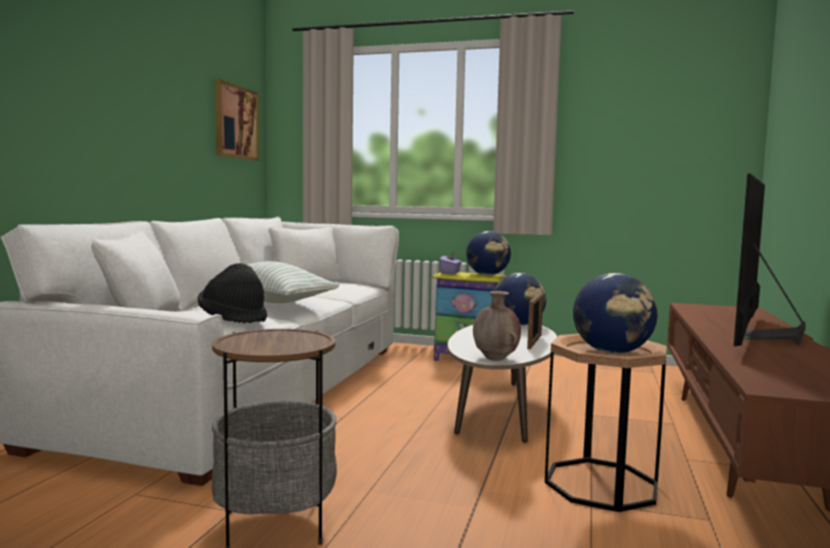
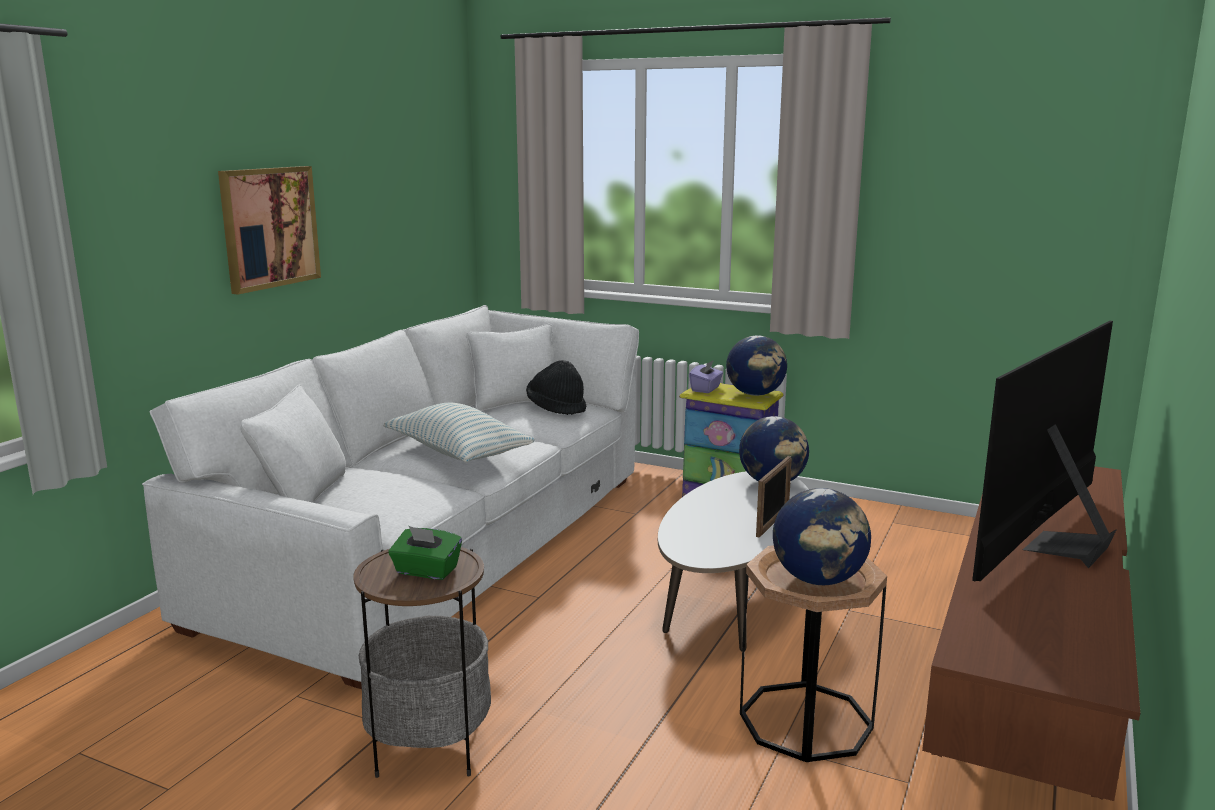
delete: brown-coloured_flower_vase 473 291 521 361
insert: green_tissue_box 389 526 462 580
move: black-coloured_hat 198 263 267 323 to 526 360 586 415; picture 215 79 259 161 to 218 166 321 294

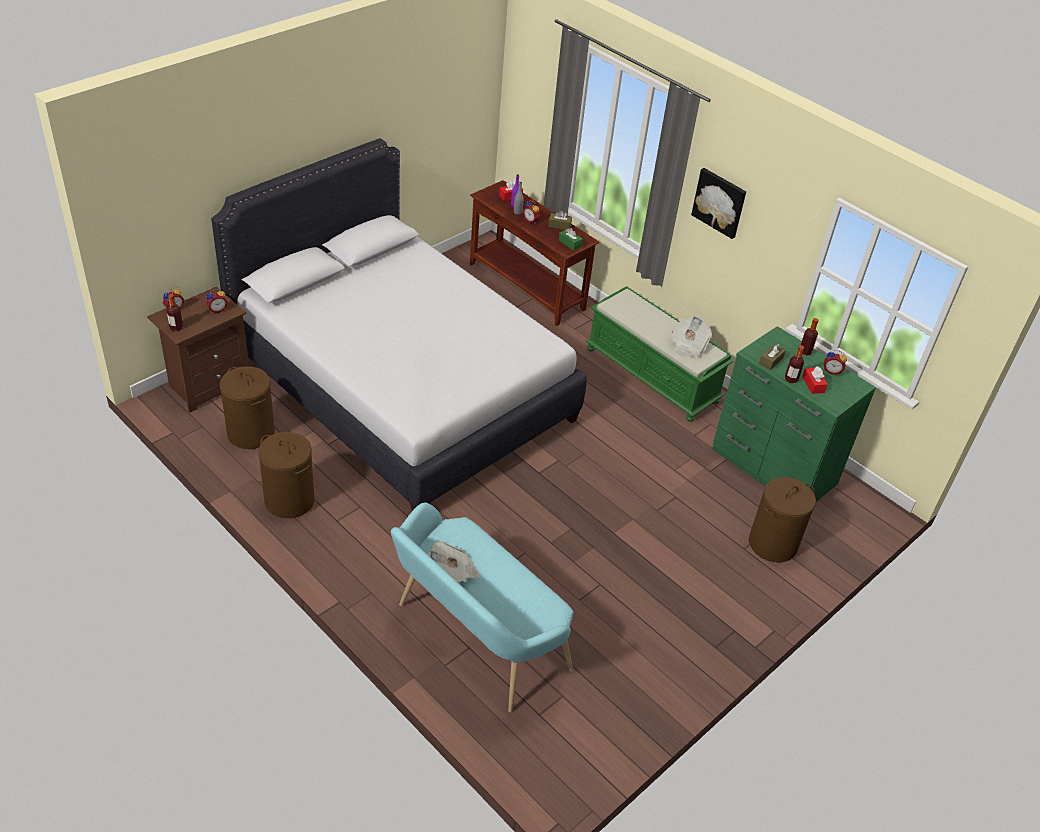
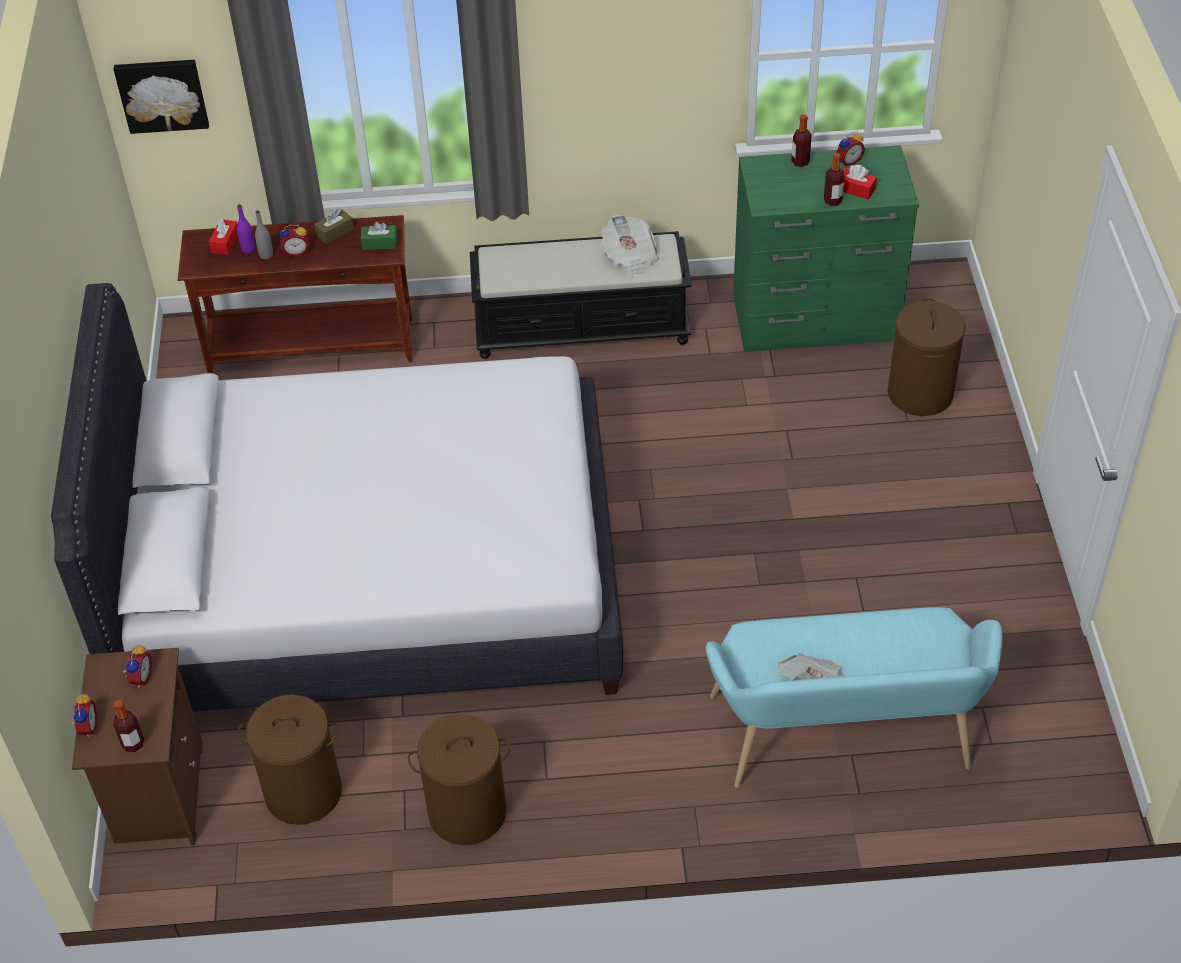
delete: brown-coloured_tissue_box 759 344 786 370
move: picture 691 168 746 239 to 114 60 209 134
recolor: green_long_seat 586 286 734 422 to black-coloured_long_seat 470 231 692 359

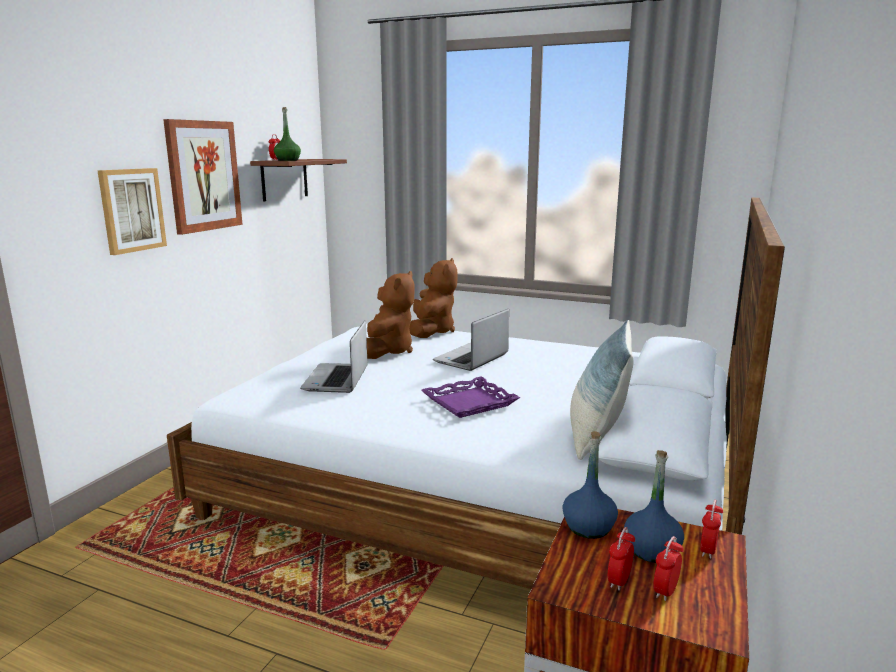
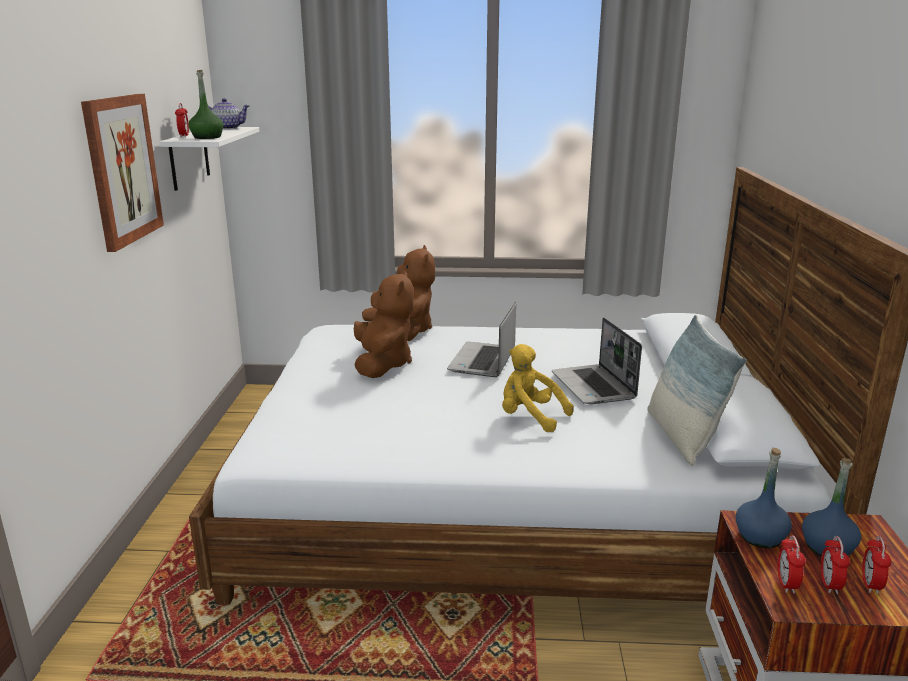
delete: picture 97 168 167 255
insert: tea_pot 208 98 250 129
move: notebook_computer 300 320 367 393 to 552 318 642 405; bedside_clock 700 500 723 559 to 777 535 806 594
replace: purplish_carrying_tray 421 377 520 418 to yellow_plush_toy 502 344 574 433
recolor: brown-coloured_shelf 250 159 347 201 to white_shelf 160 127 259 191

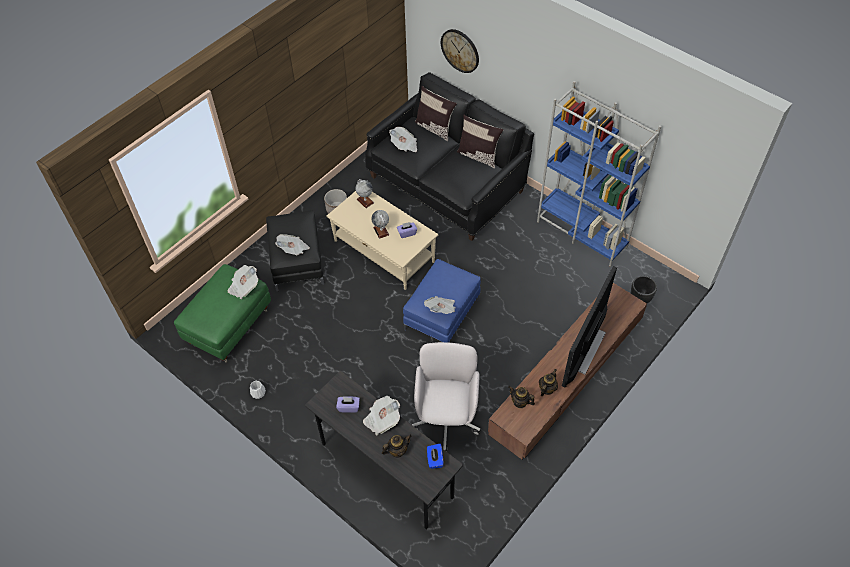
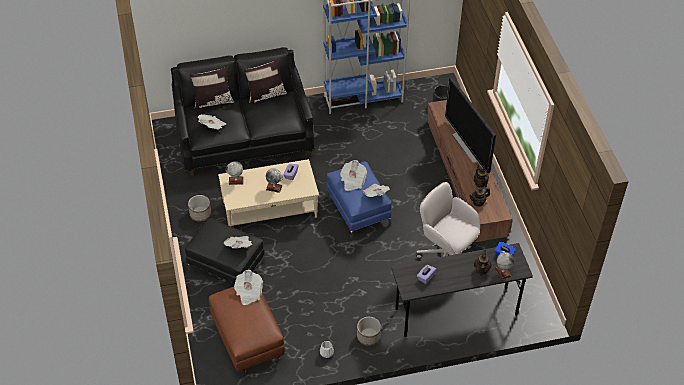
delete: wall_clock 441 29 479 73
insert: plant_pot 357 317 381 346; desk_globe 495 251 514 280
move: printed_paper 363 396 400 435 to 340 160 367 191
recolor: green_pouffe 174 264 271 363 to brown-coloured_pouffe 209 287 285 373

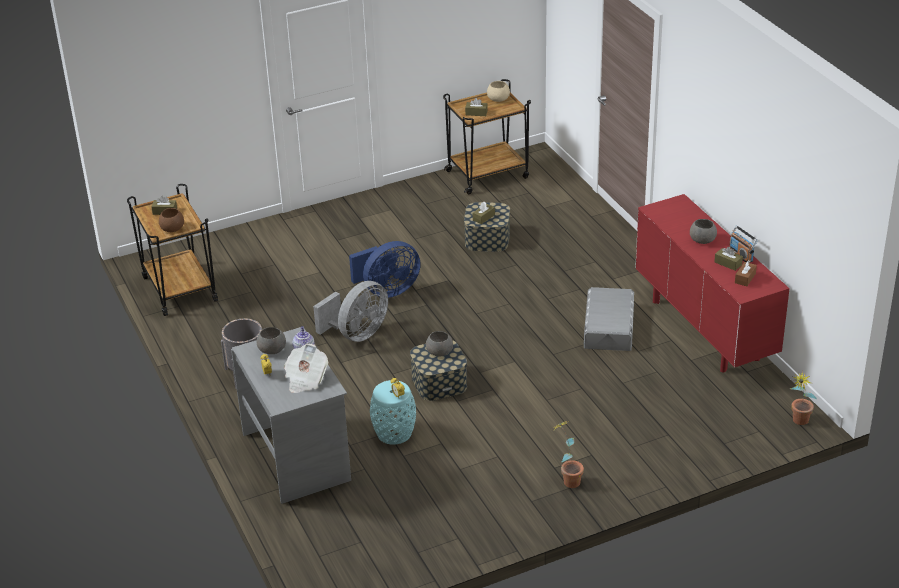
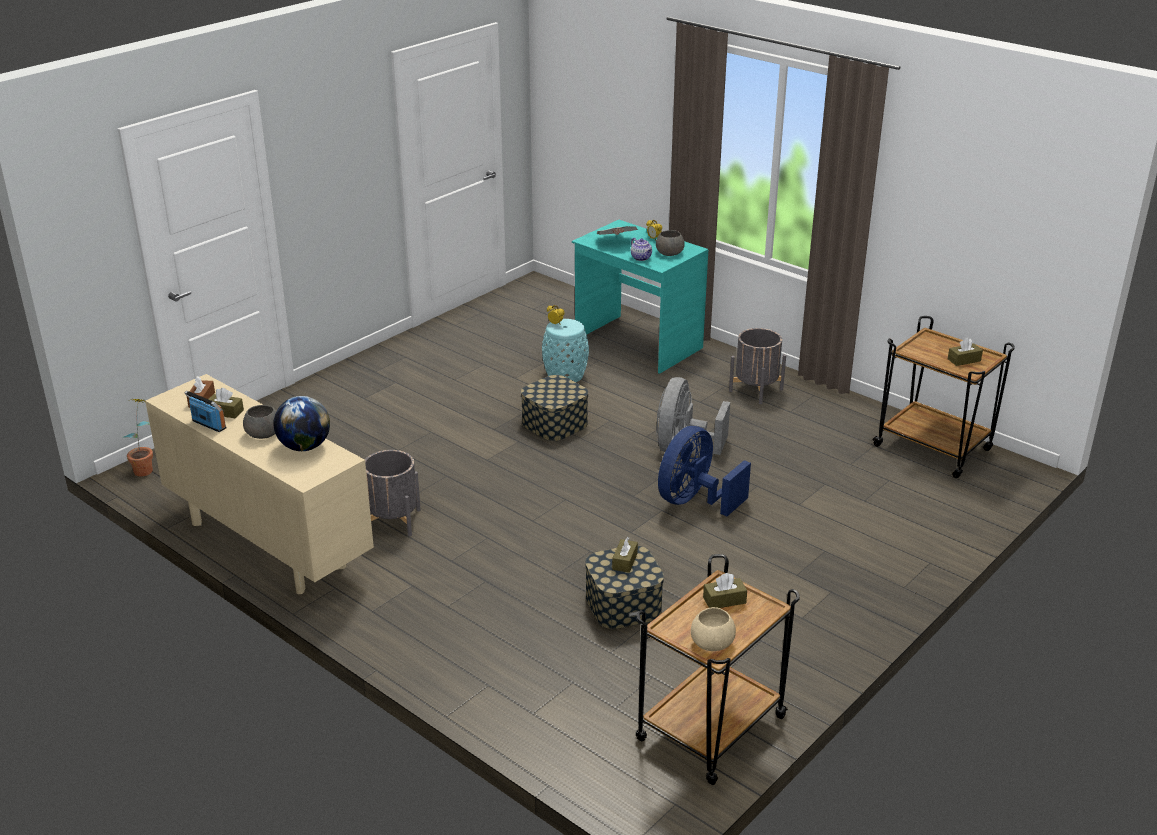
delete: brown-coloured_deep_dish 159 208 184 232; gray_deep_dish 426 331 453 356; plant_in_a_pot 555 421 584 488
insert: desk_globe 273 396 330 451
replace: gray_storage_box 584 287 634 351 to gray_plant_pot 365 450 421 536
recolor: gray_desk_unit 231 327 351 504 to turquoise-coloured_desk_unit 572 220 708 374; red_dresser 635 194 790 373 to beige_dresser 145 374 374 594

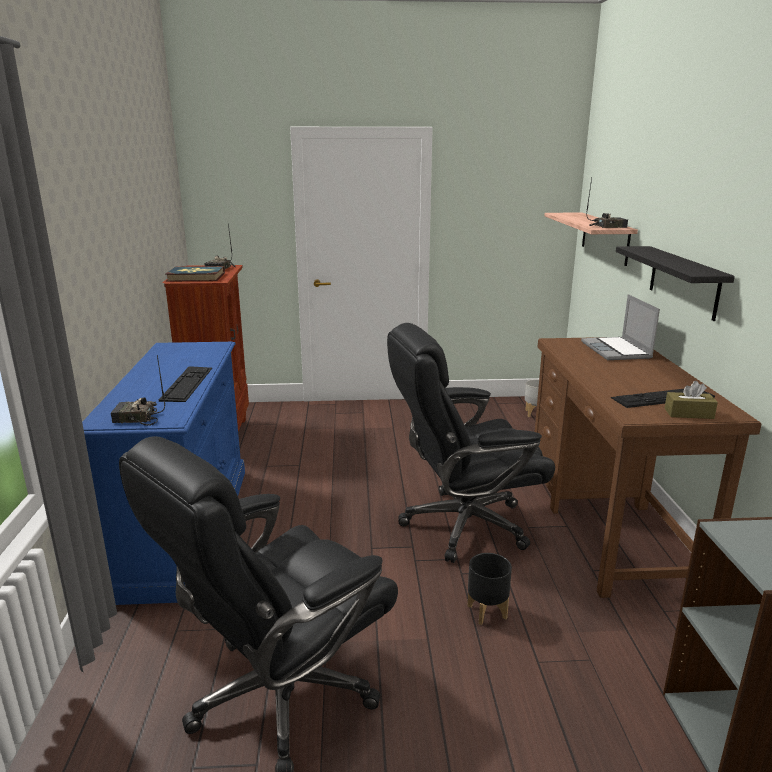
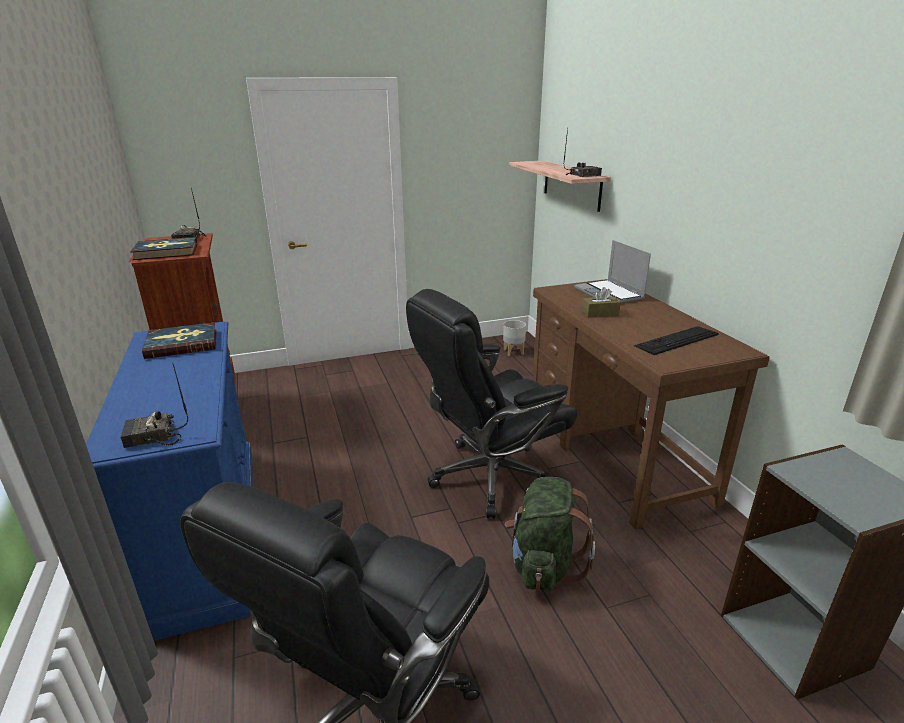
delete: PC_keyboard 159 366 212 402; black-coloured_shelf 616 246 735 321
insert: volume 142 322 217 359
move: brown-coloured_tissue_box 665 381 718 419 to 582 287 621 318
replace: black-coloured_plant_pot 467 553 512 625 to green_rucksack 505 477 595 591

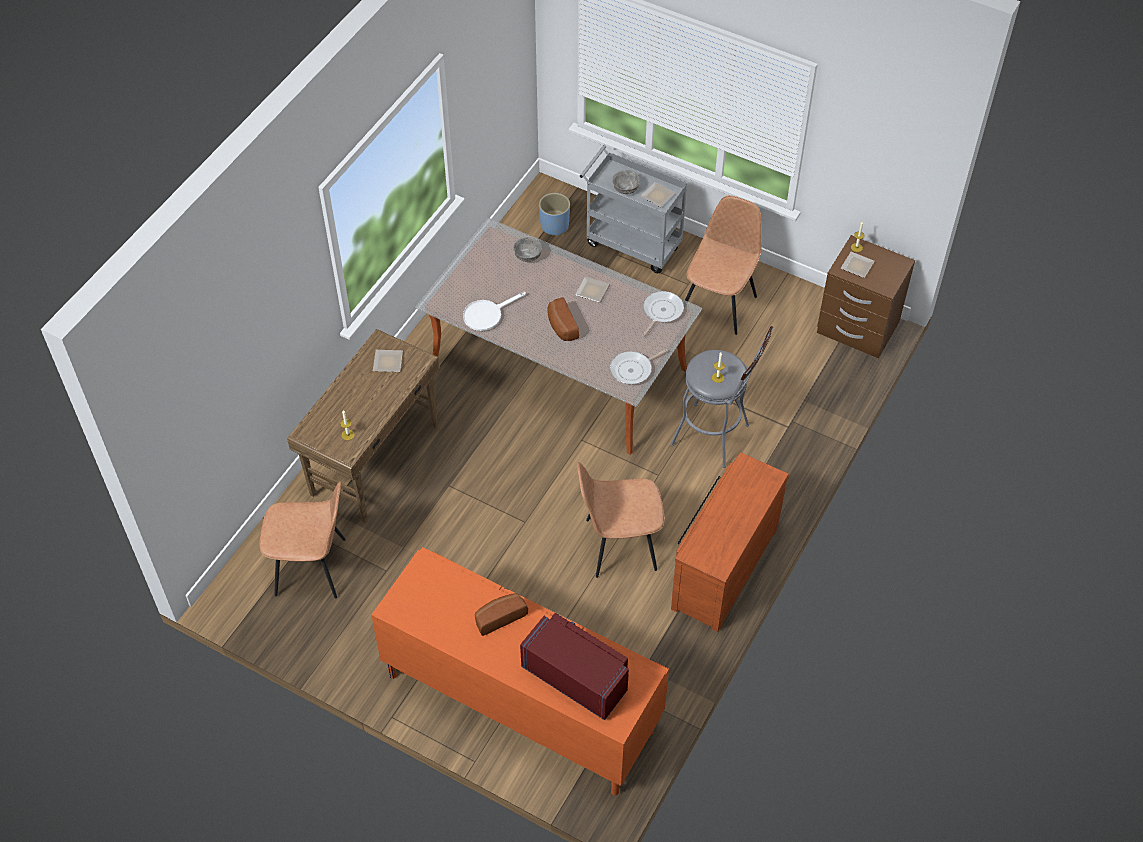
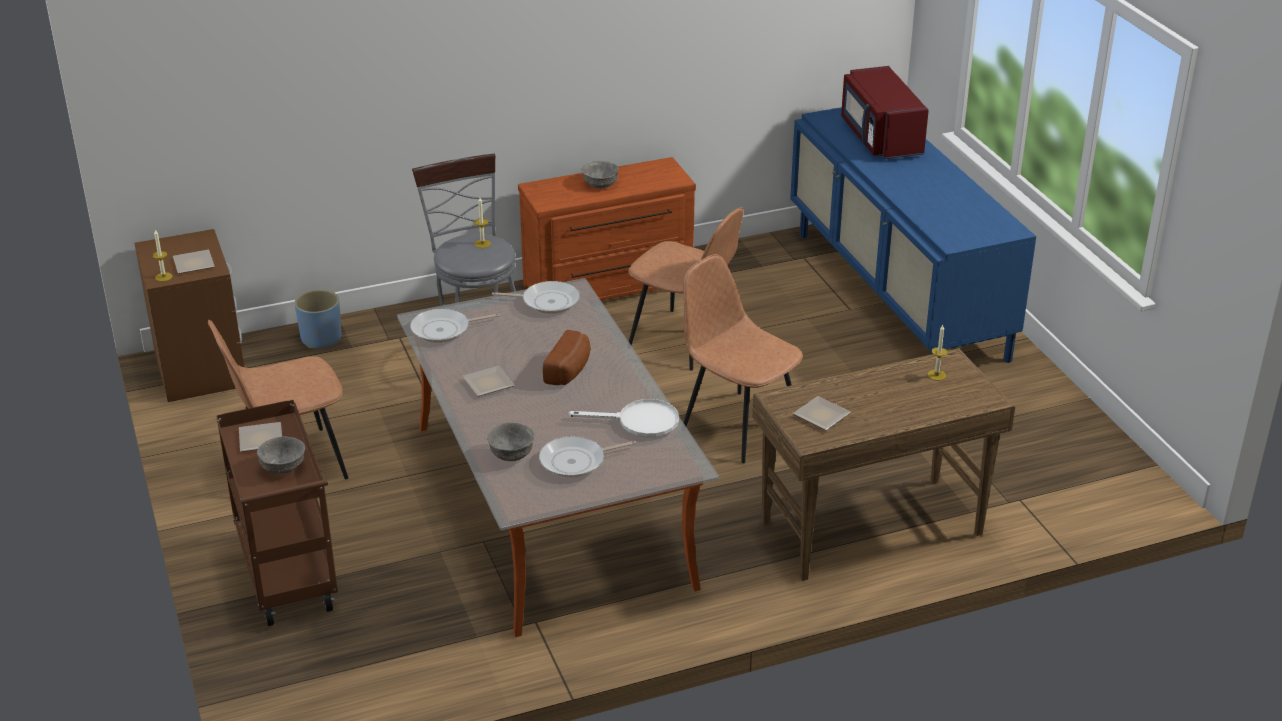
delete: bakery_bread 475 593 528 636
insert: frying_pan 539 436 636 478; gray_deep_dish 581 161 619 188
move: brown-coloured_upright_chair 260 481 346 599 to 683 254 803 463; blue-coloured_plant_pot 539 193 570 236 to 294 289 341 348
recolor: orangey_storage_cabinet 371 547 669 796 to blue-coloured_storage_cabinet 790 107 1036 363; gray_trolley 580 145 687 273 to brown-coloured_trolley 216 400 338 626

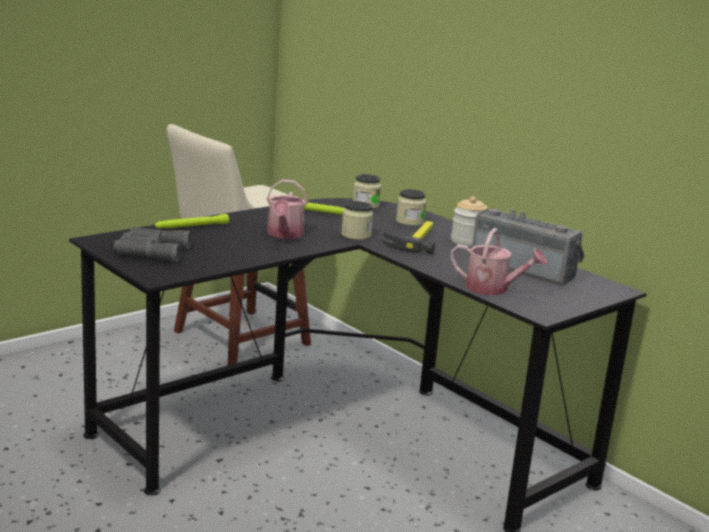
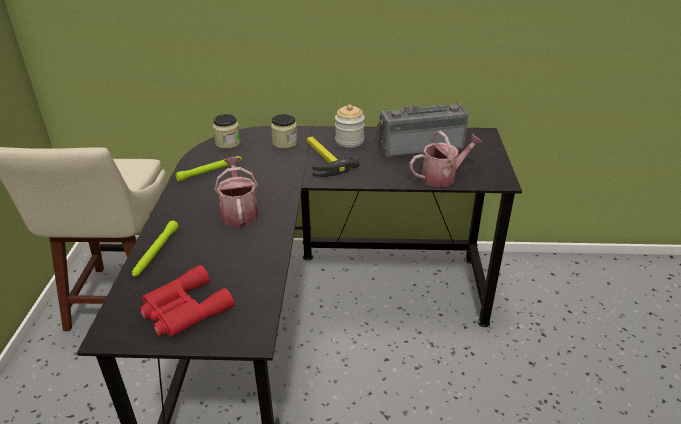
delete: storage_jar 341 201 373 240
recolor: gray_field_glasses 114 227 192 262 to red_field_glasses 139 265 234 337
rotate: sprinkling_can 267 180 308 239 = 215 157 259 227 150 degrees counterclockwise

